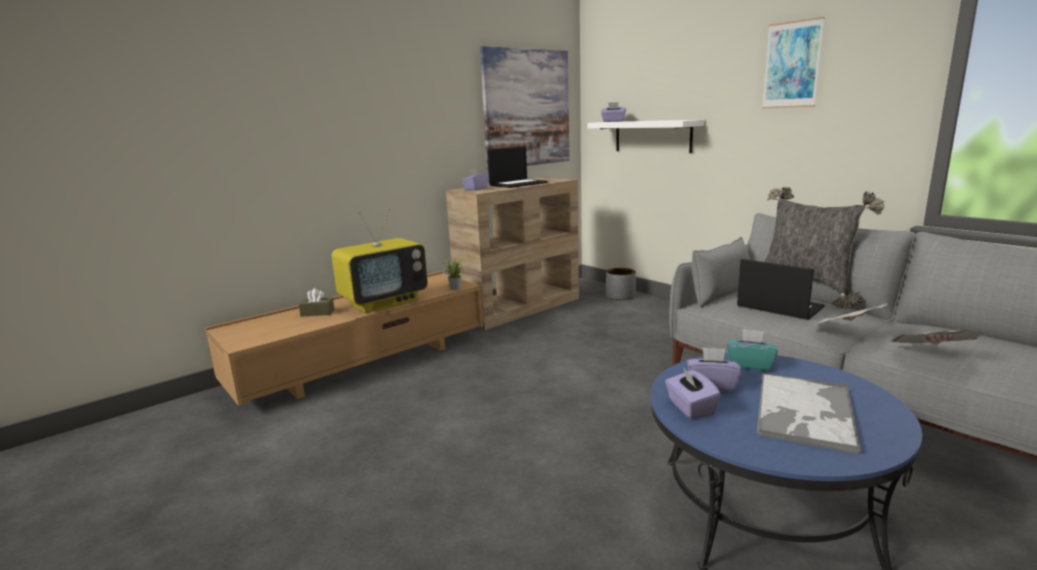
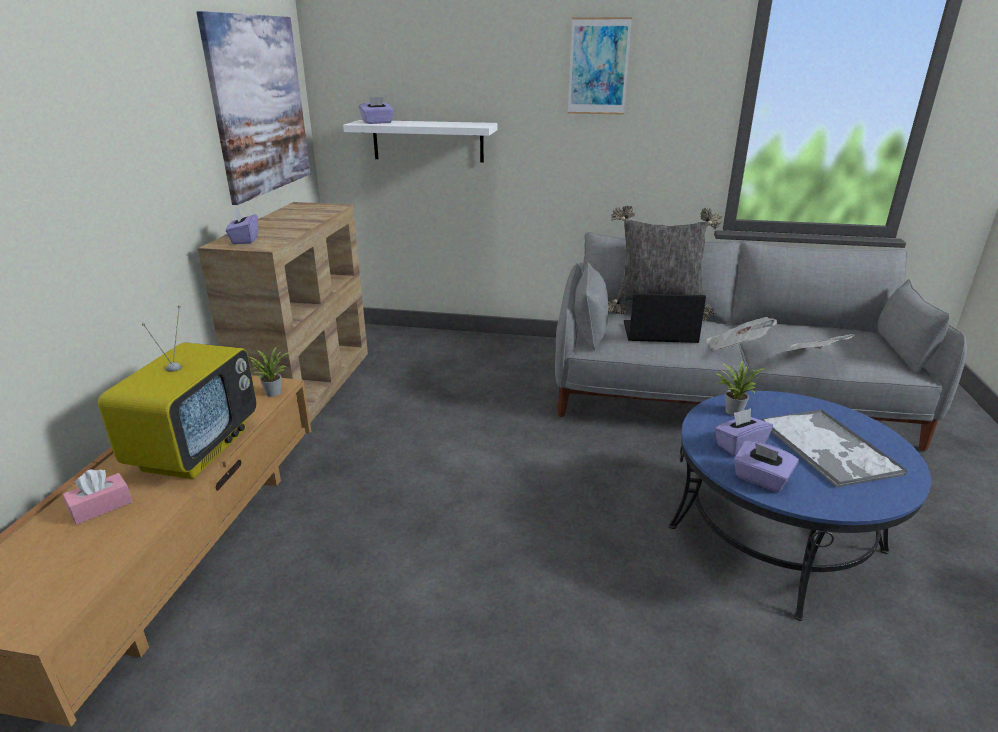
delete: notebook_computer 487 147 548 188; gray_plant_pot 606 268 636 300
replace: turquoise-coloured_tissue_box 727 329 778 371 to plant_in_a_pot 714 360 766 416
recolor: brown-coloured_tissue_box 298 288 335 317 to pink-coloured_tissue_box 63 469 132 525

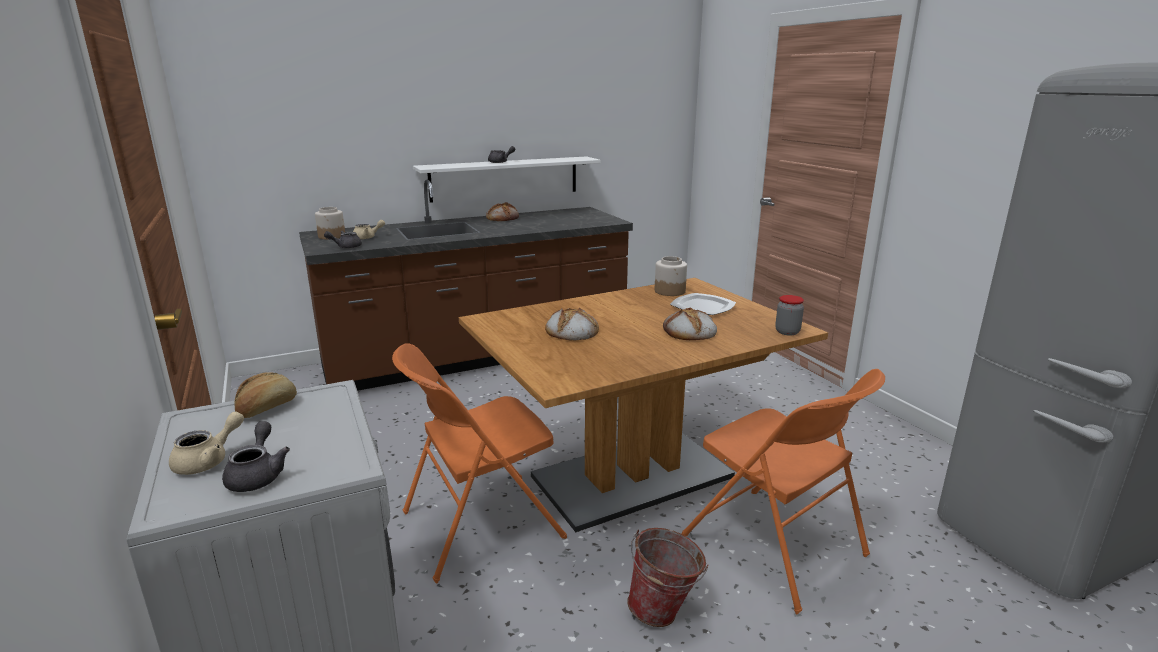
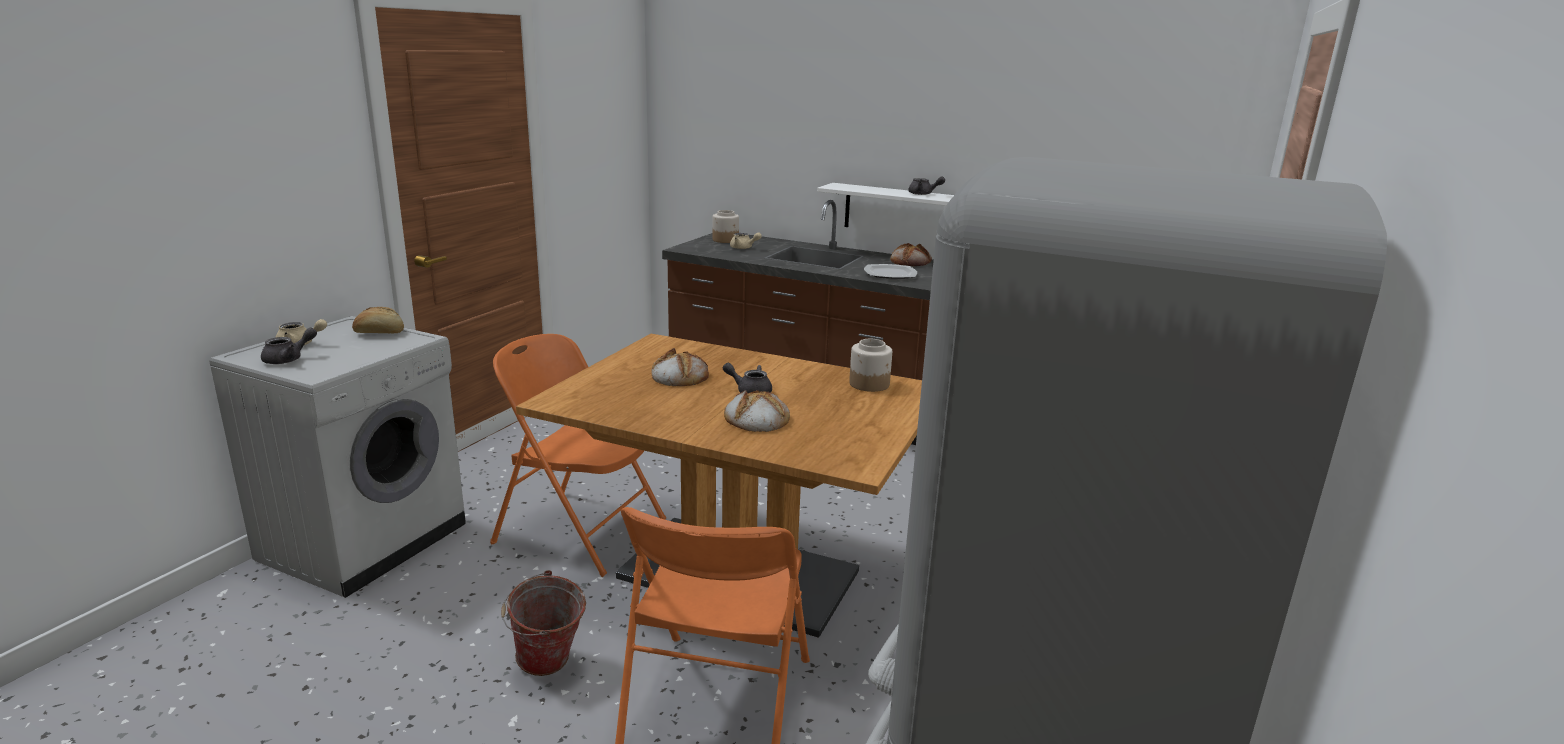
delete: storage_jar 775 295 804 336
move: gray_tea_pot 324 231 362 249 to 723 363 772 393; flat_dish 670 293 736 315 to 864 264 917 279

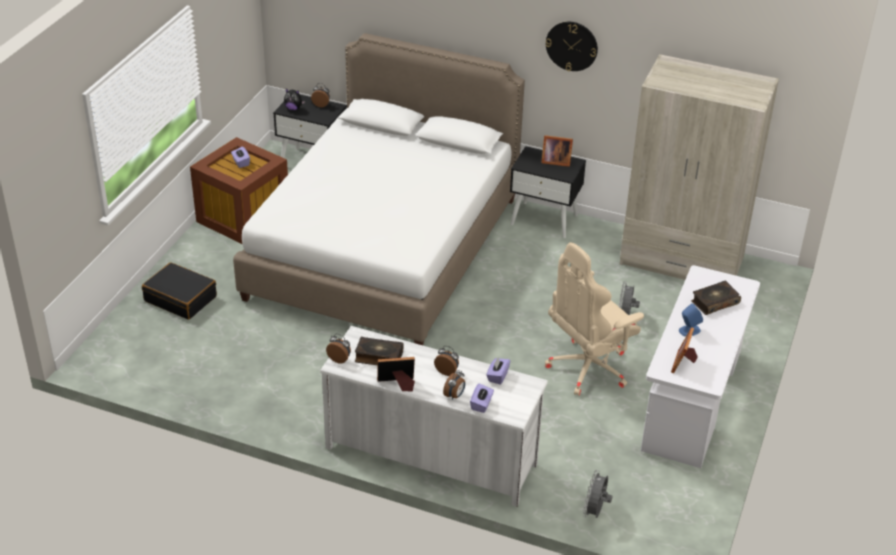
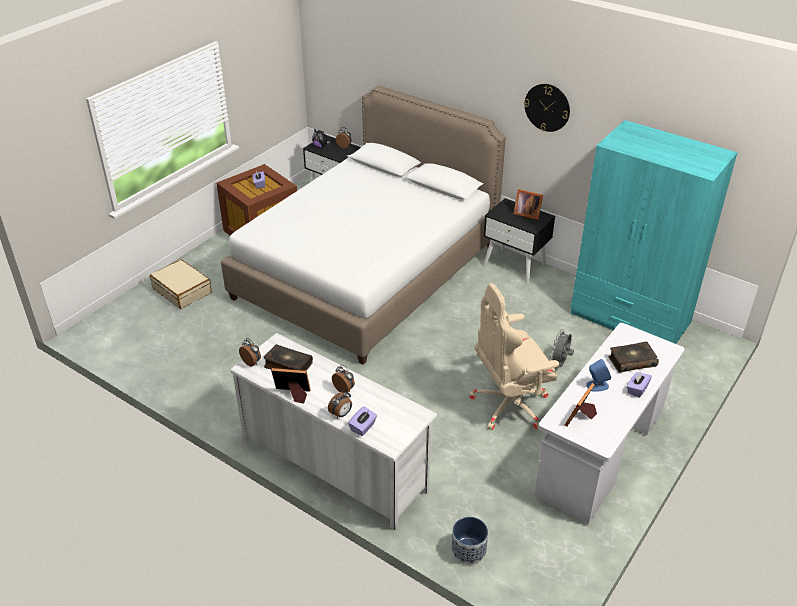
move: purplish_tissue_box 486 357 510 385 to 627 371 652 398
replace: gray_cooling_fan 583 470 613 518 to plant_pot 452 517 488 565
recolor: black-coloured_suitcase 142 262 217 320 to beige_suitcase 150 259 212 309; beige_wardrobe 620 54 779 280 to turquoise-coloured_wardrobe 570 120 737 344

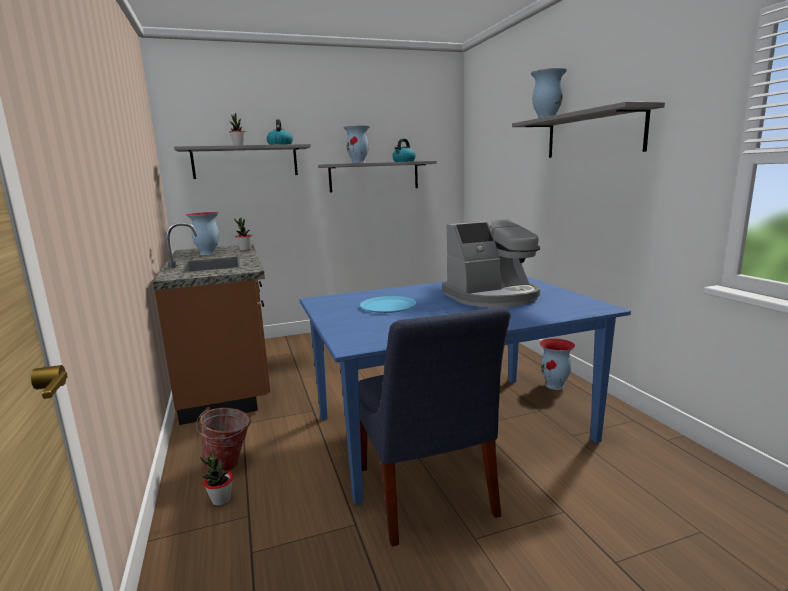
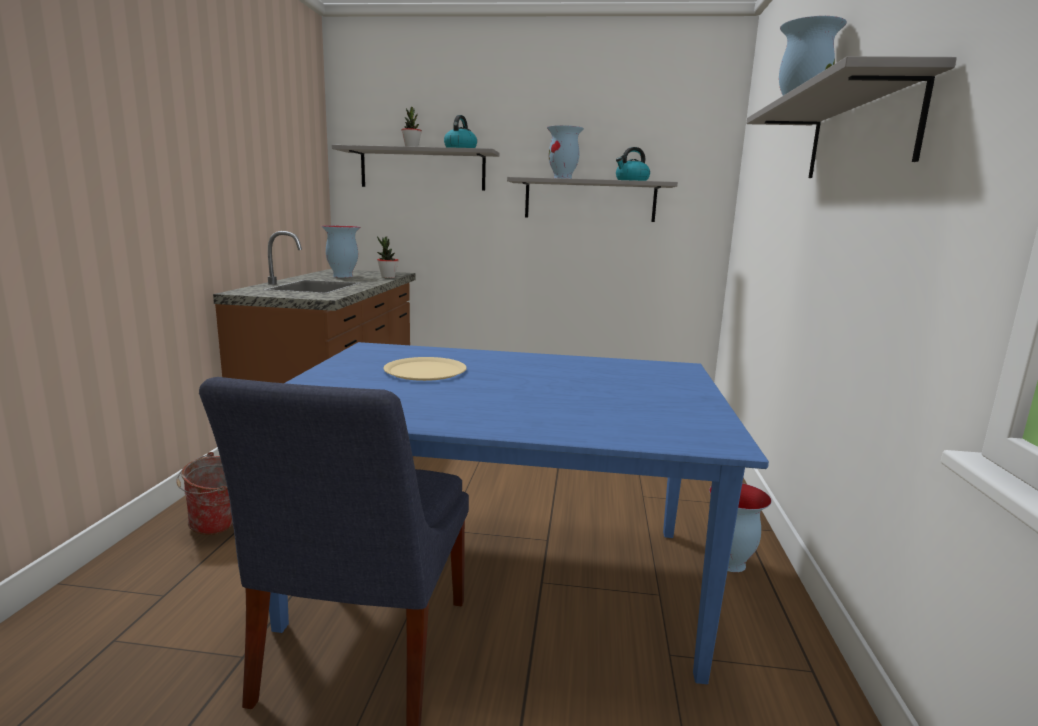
delete: plant_in_a_pot 200 453 233 506; coffee_brewer 442 219 540 307
recolor: blue-coloured_flat_dish 360 296 416 313 to beige_flat_dish 383 357 467 381

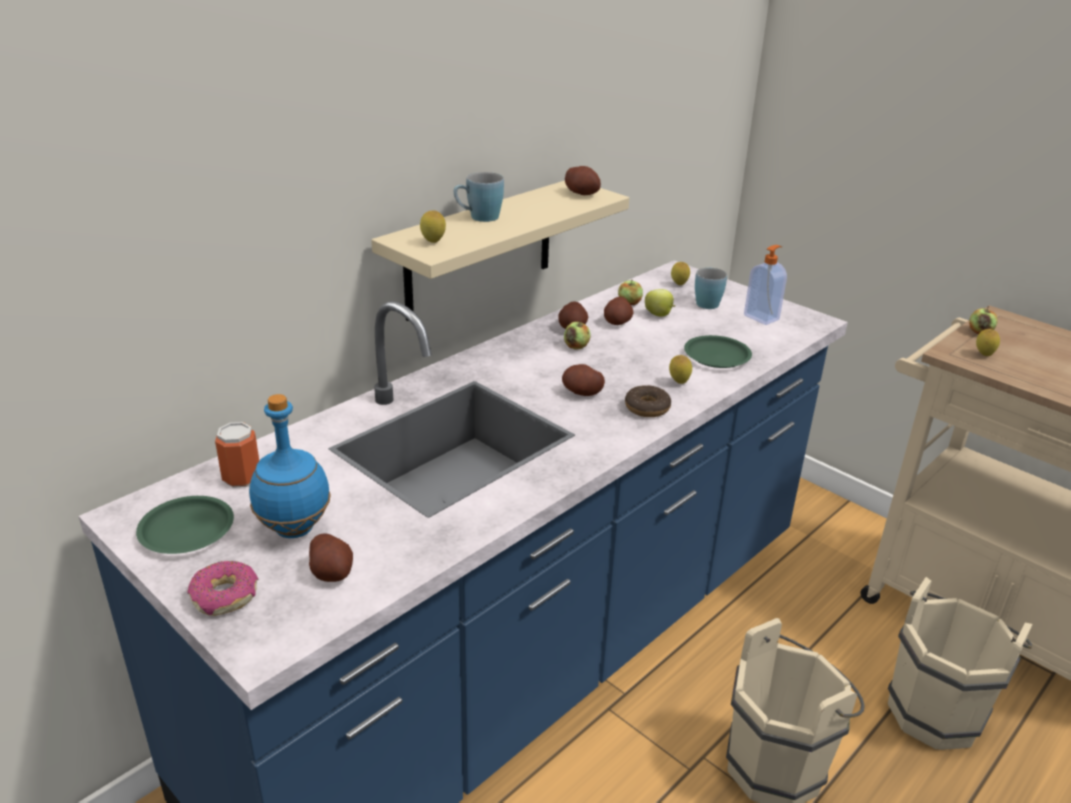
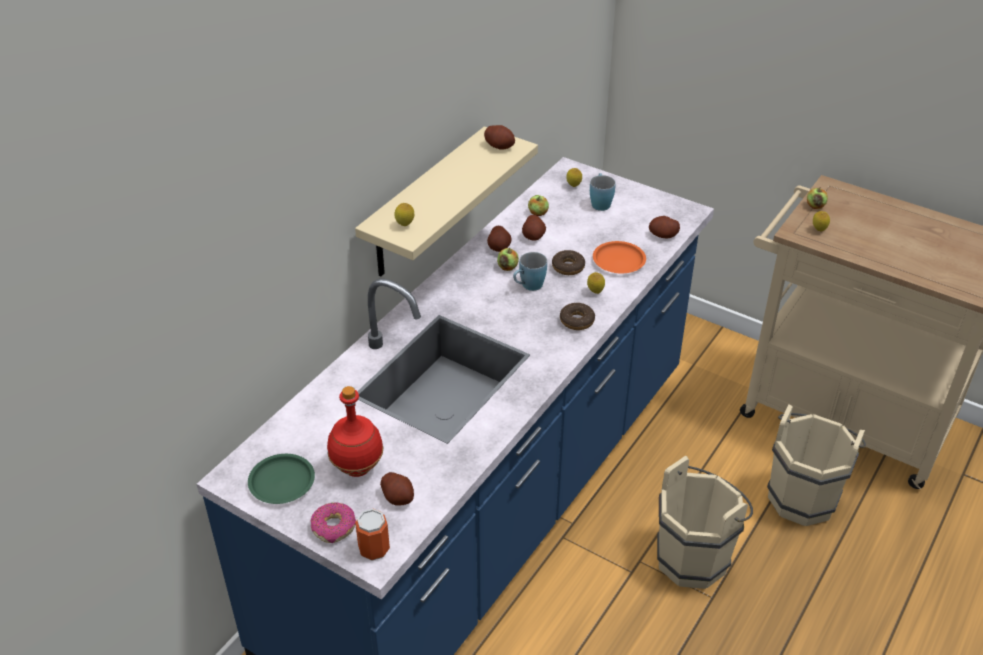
delete: whole_apple 645 289 675 317; soap_bottle 744 245 787 325
insert: donut 552 250 585 275
move: metal_can 215 422 259 488 to 355 509 390 561; blue-coloured_coffee_mug 454 172 504 222 to 513 252 547 291; potato 562 364 605 396 to 649 216 680 238
recolor: blue-coloured_bottle 249 394 331 538 to red_bottle 327 386 383 477; green_flat_dish 684 335 752 368 to orangey_flat_dish 593 241 646 273

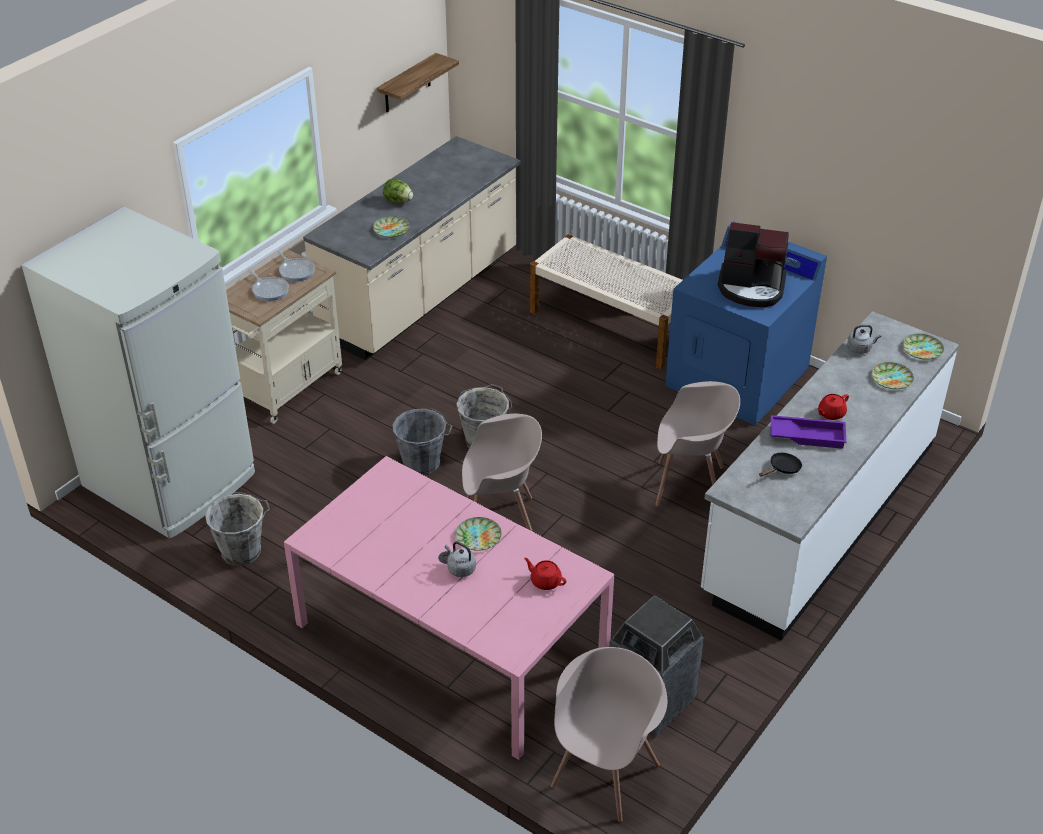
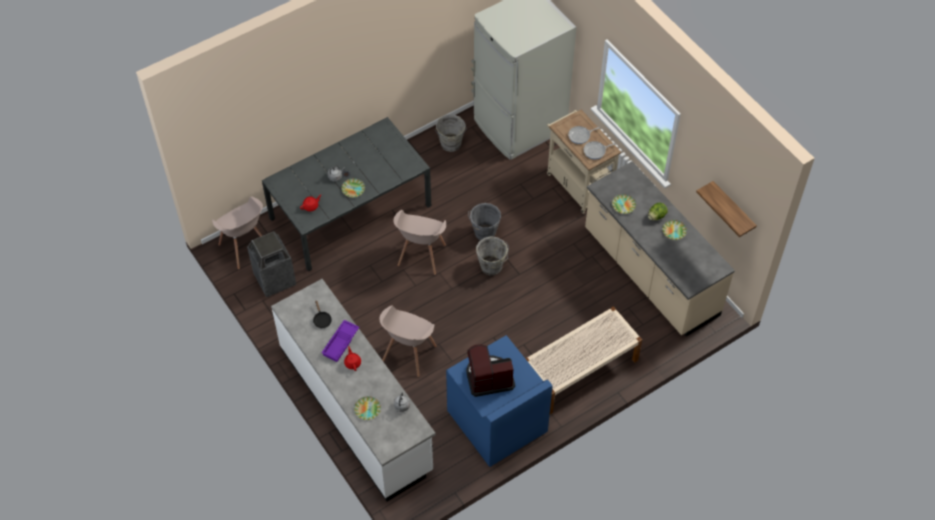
move: flat_dish 902 334 944 360 to 662 220 687 240
recolor: pink-coloured_dinner_table 284 456 614 760 to gray_dinner_table 262 117 431 272
rotate: coffee_brewer 718 222 789 307 = 466 344 515 397 45 degrees clockwise

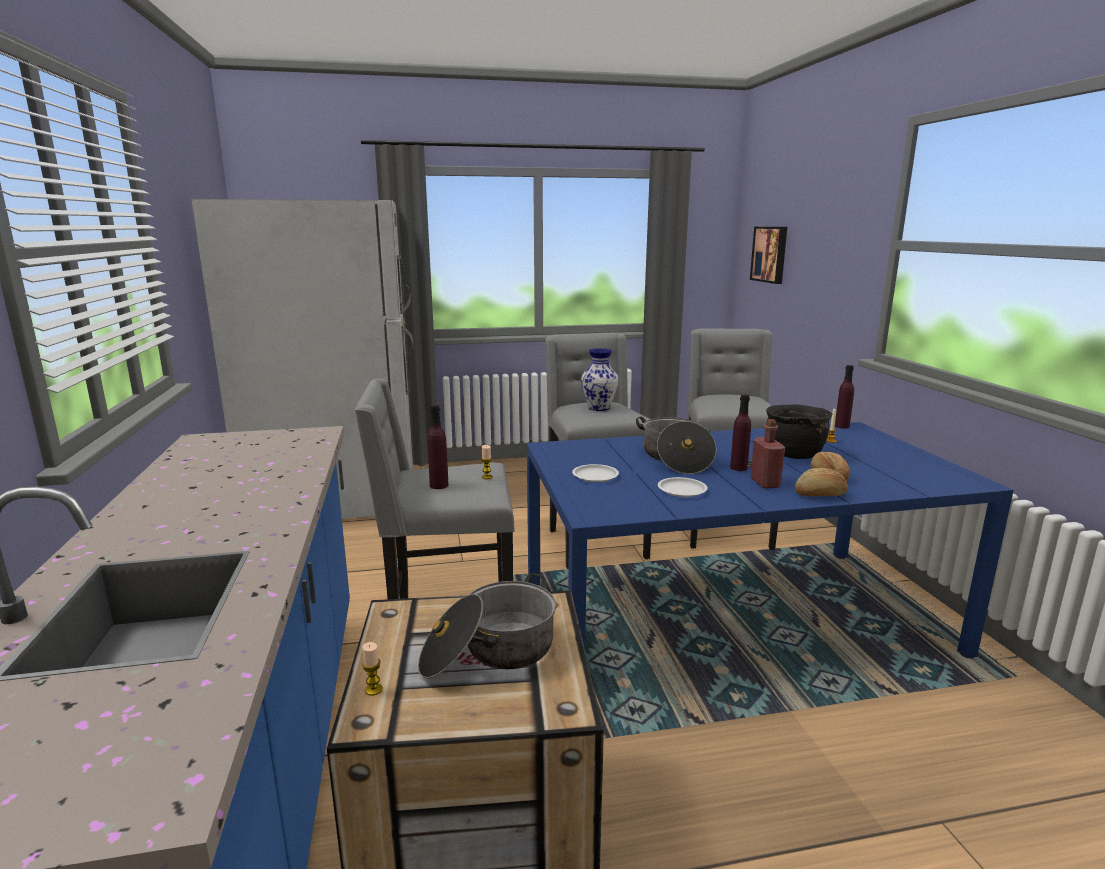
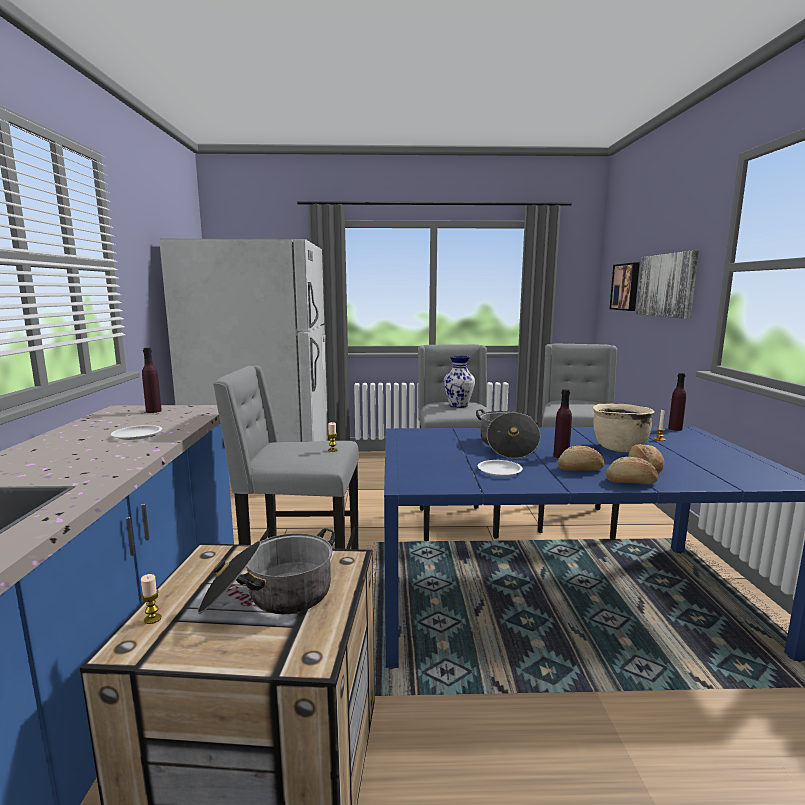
insert: picture 636 250 699 319
move: purplish_bottle 427 405 448 489 to 142 348 162 413; white_flat_dish 572 464 619 482 to 111 425 162 440
replace: red_bottle 751 419 785 489 to bakery_bread 558 446 604 471
recolor: black-coloured_saucepot 766 405 833 459 to beige_saucepot 592 404 655 452

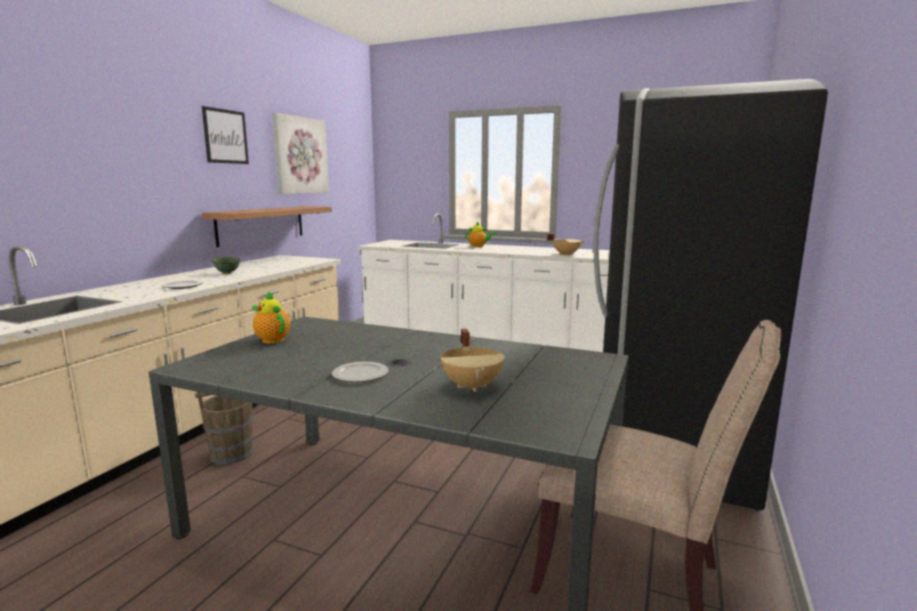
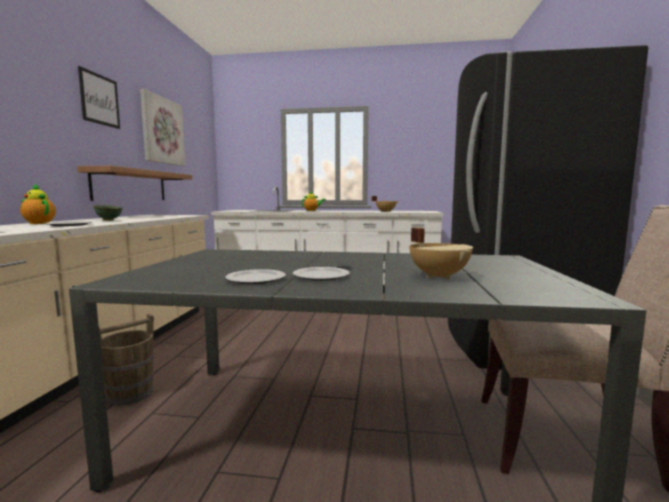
insert: flat_dish 225 269 286 284
move: tea_pot 252 291 290 343 to 20 184 56 224

